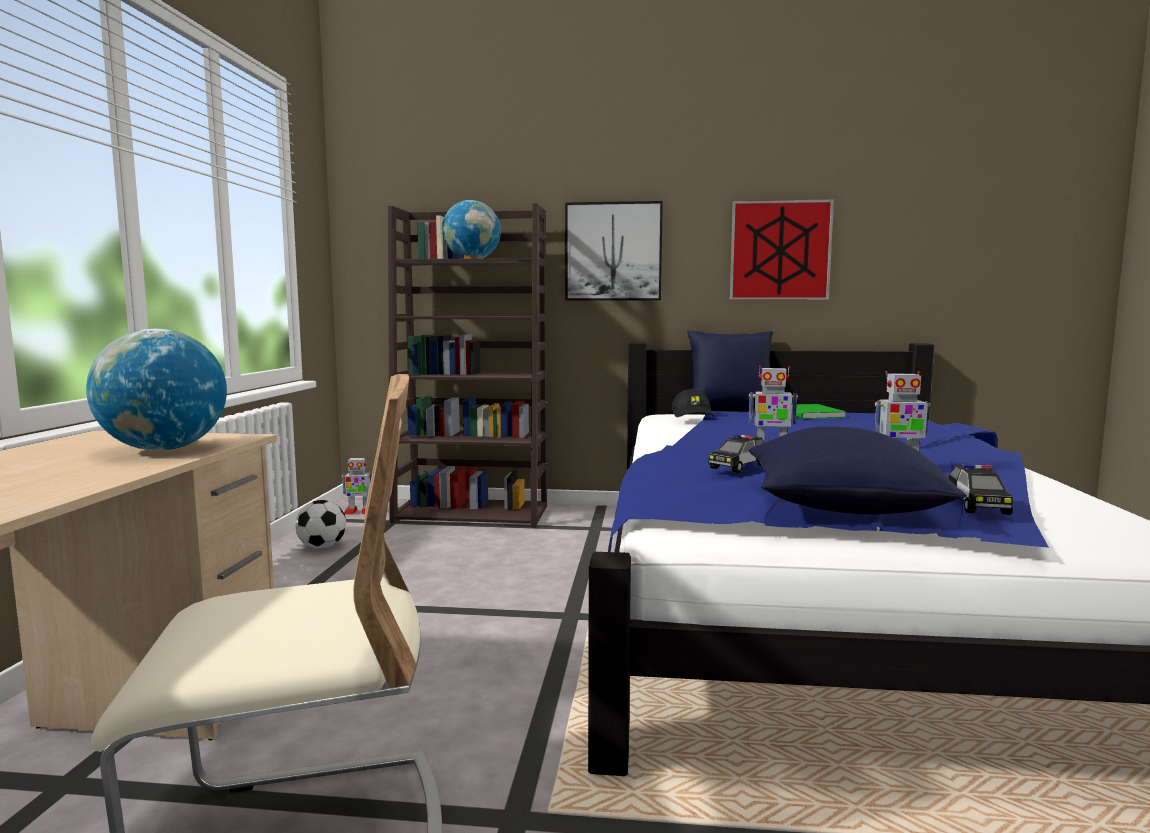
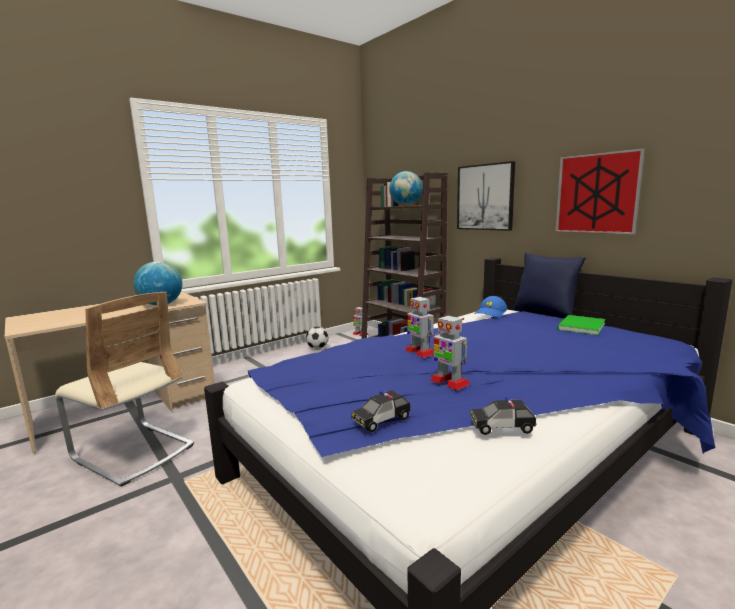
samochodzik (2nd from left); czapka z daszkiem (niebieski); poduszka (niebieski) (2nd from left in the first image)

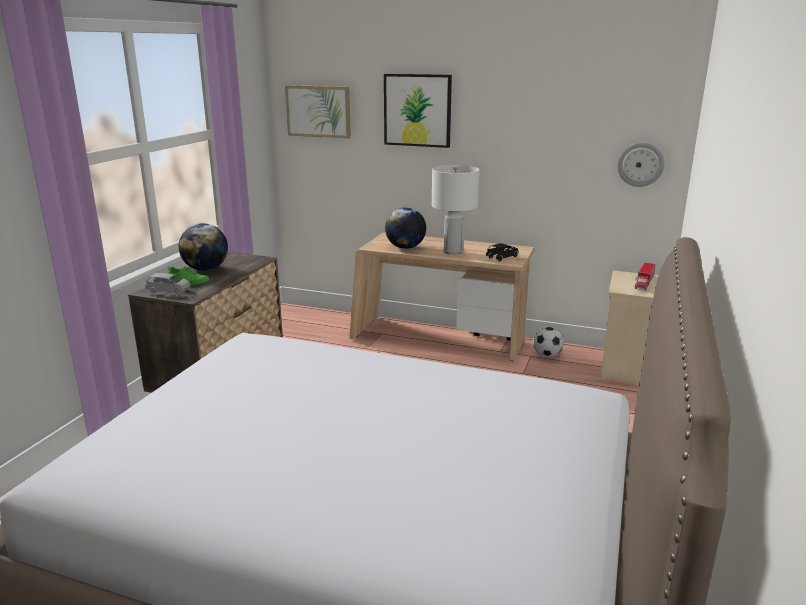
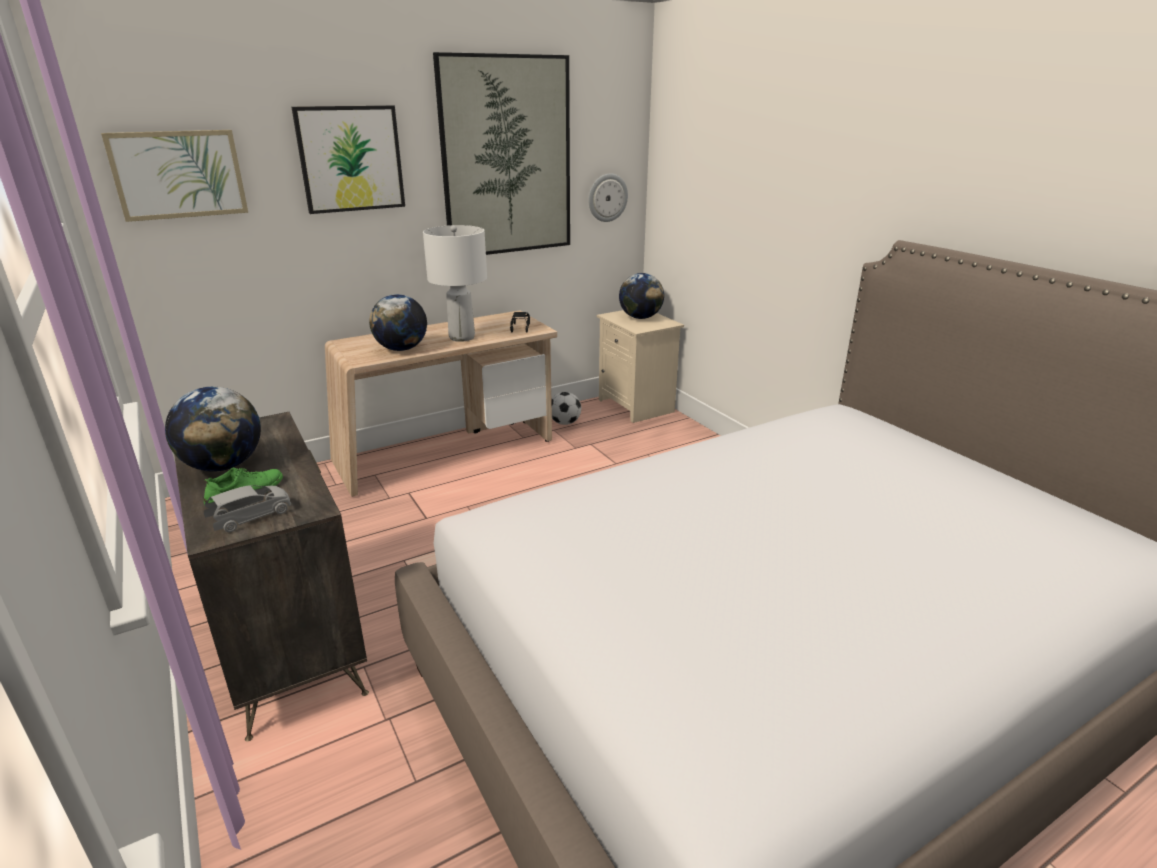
obraz (3rd from left); globus (3rd from left)

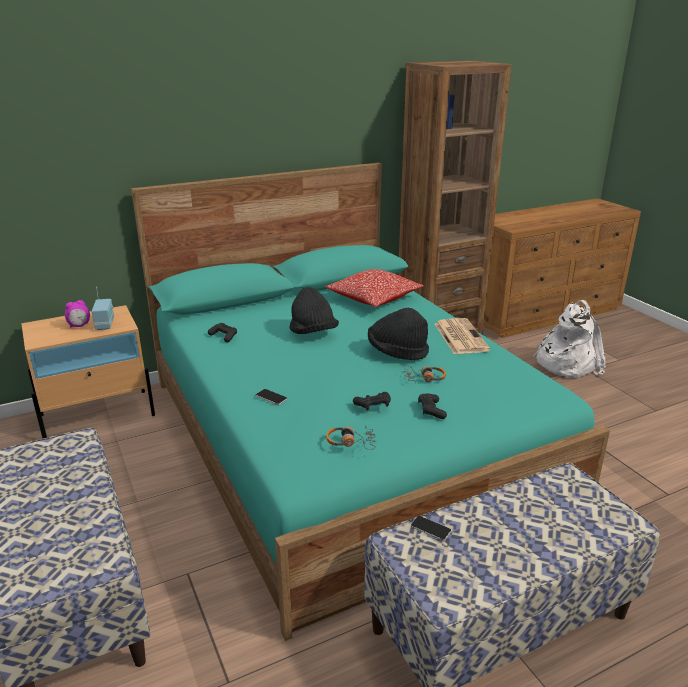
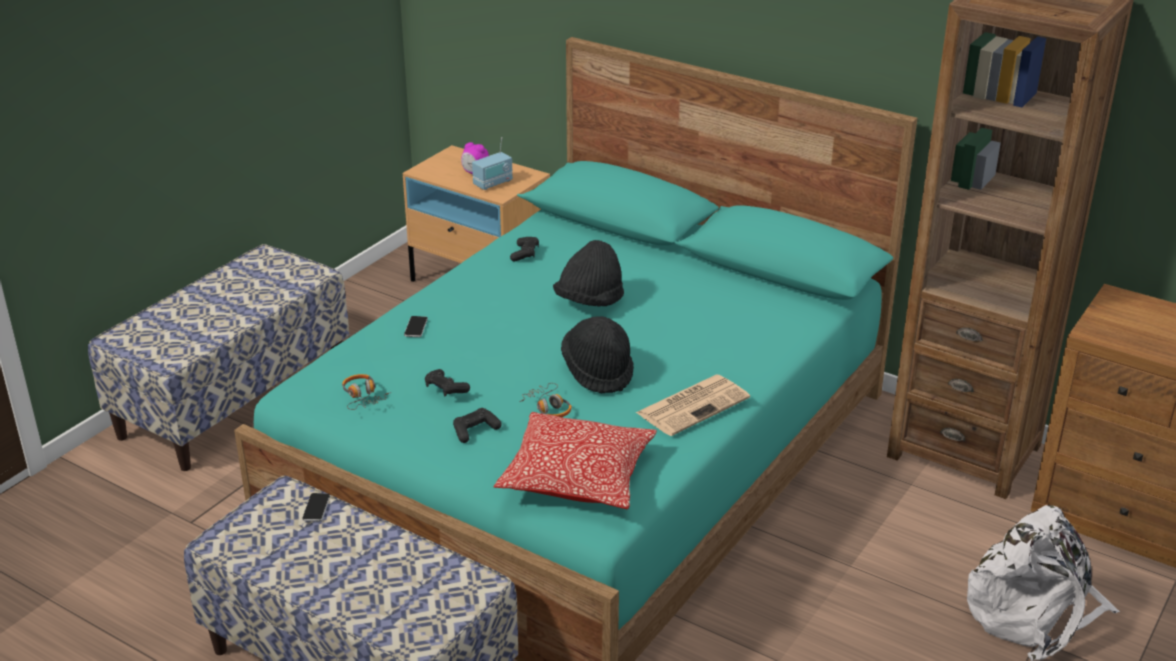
poduszka

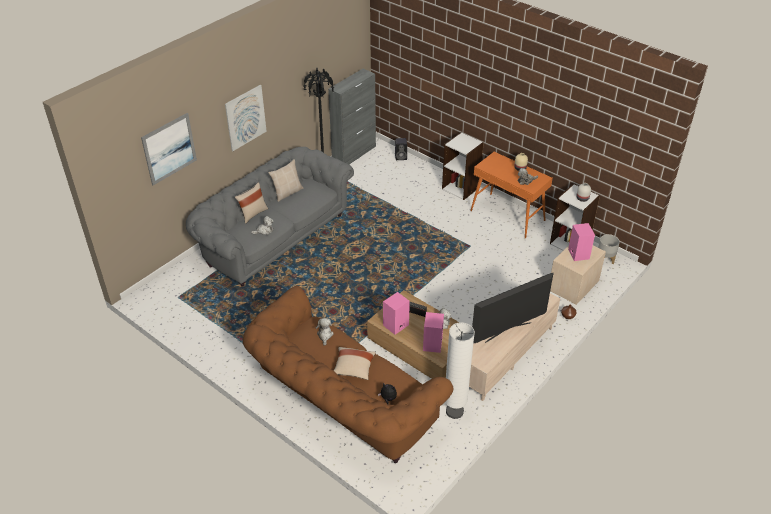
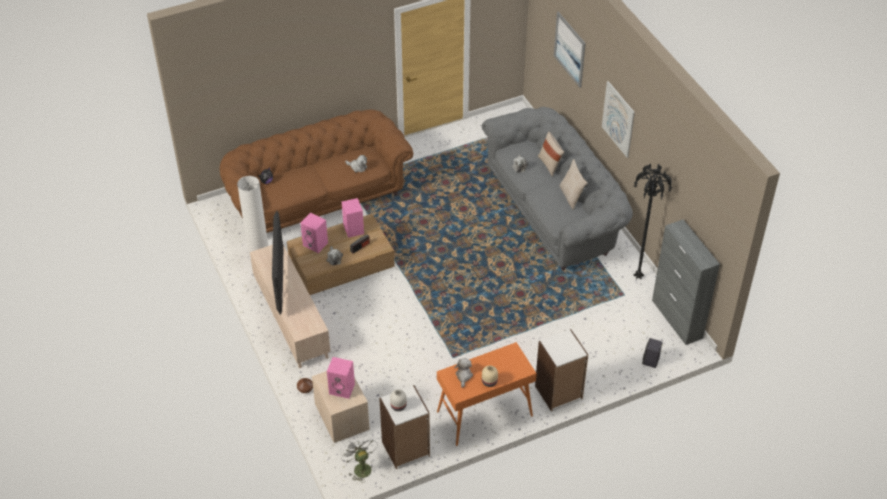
wentylator (biały); poduszka (beżowy) (3rd from left in the first image)

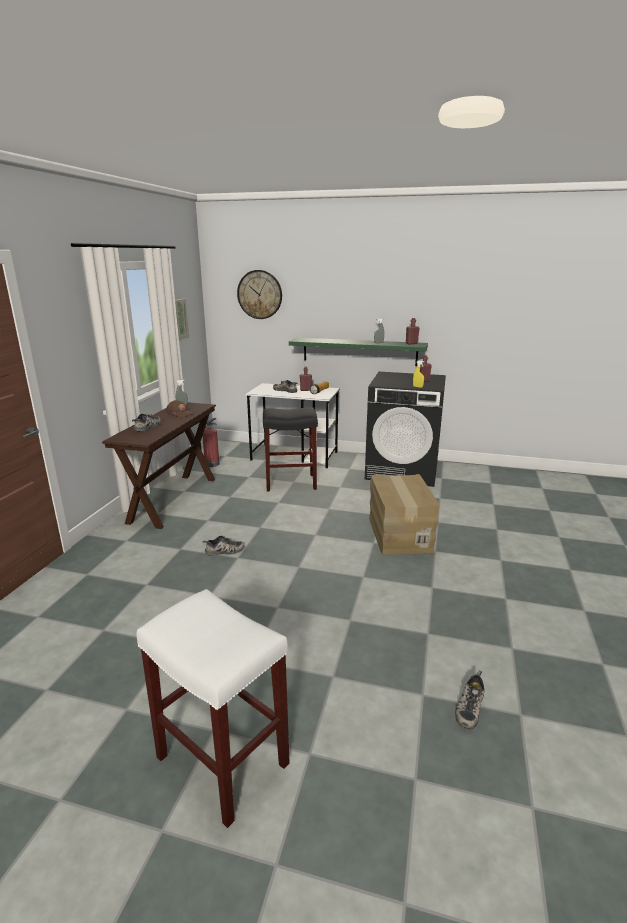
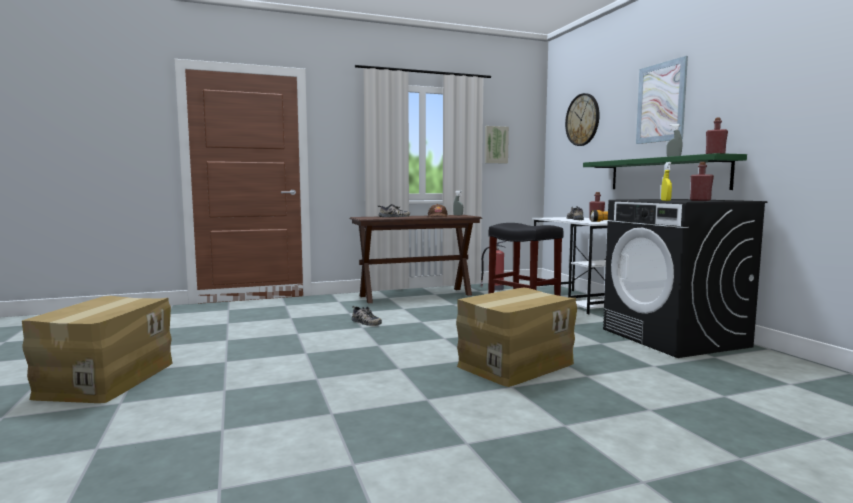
karton (1st from left); obraz (2nd from left); but (4th from left in the first image)

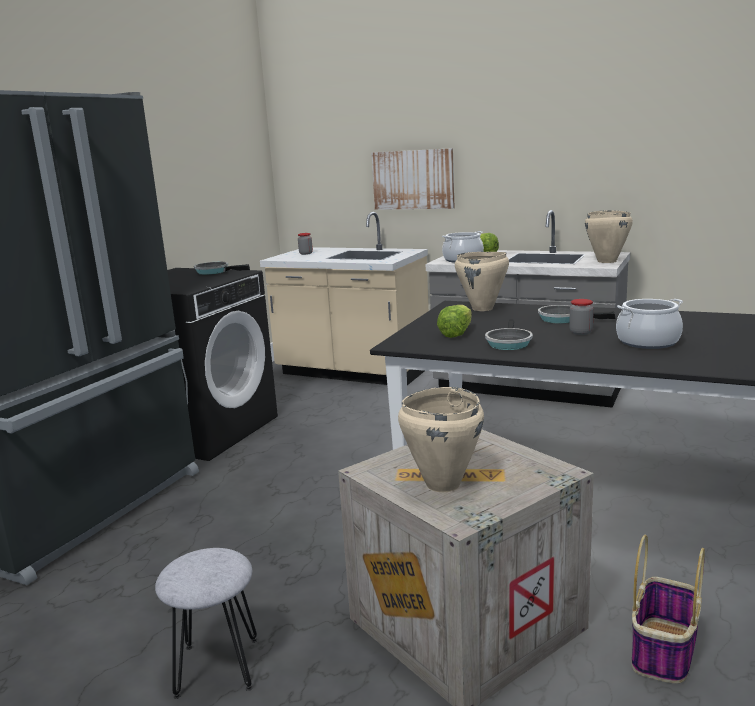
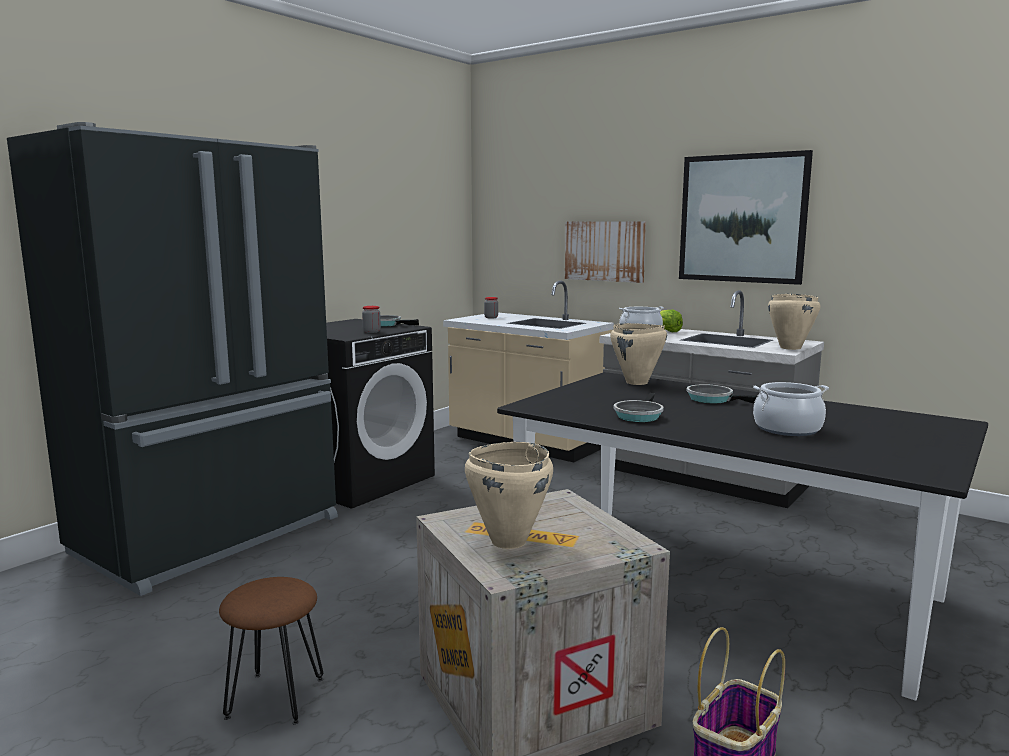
stołek (brązowy); słoik (1st from left); obraz (2nd from left); sałata (1st from left in the first image)

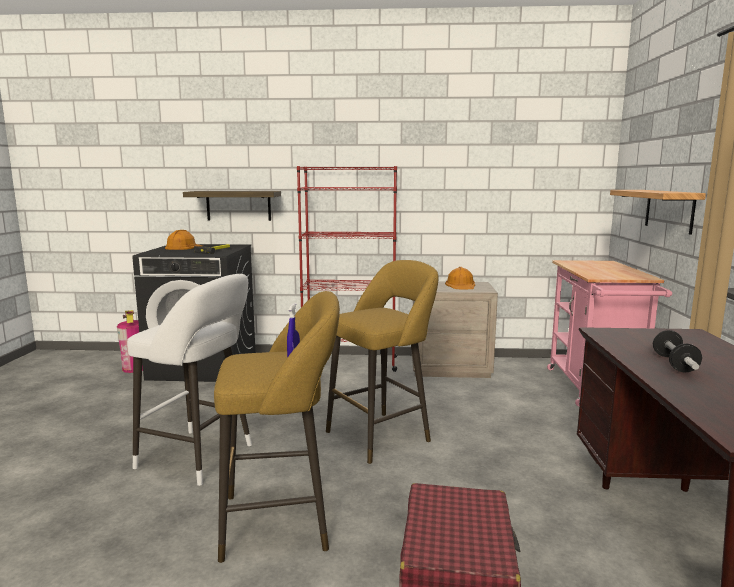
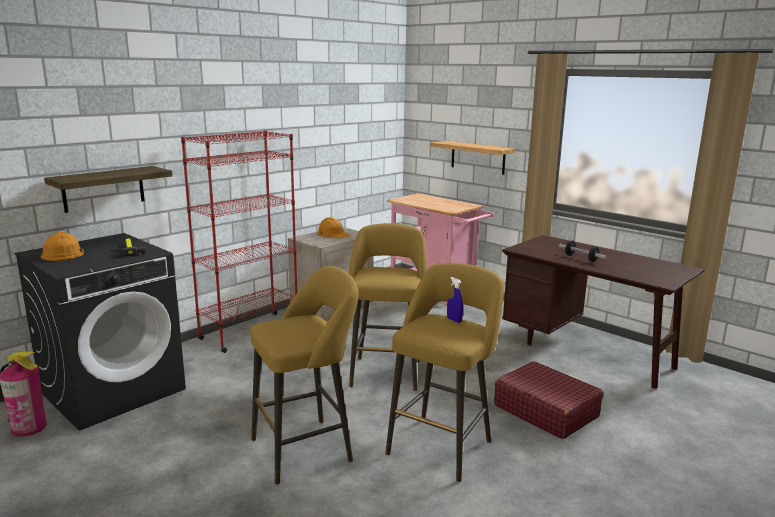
stołek (żółty) (1st from left)

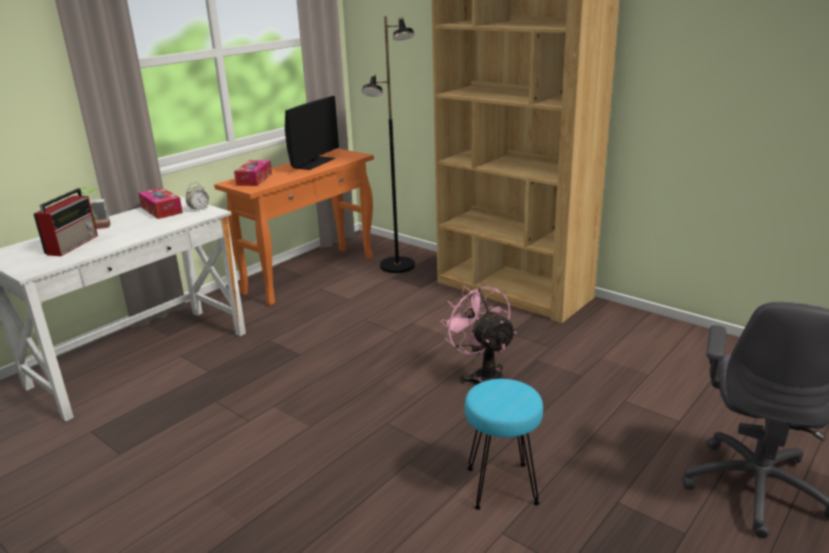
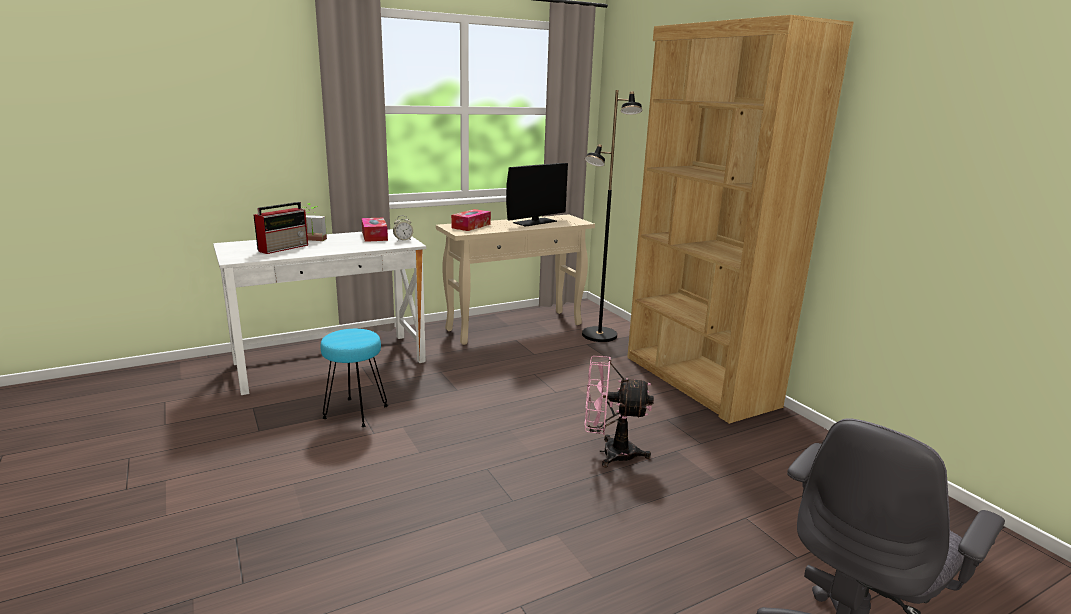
stołek (turkusowy); stolik konsolowy (beżowy); wentylator (różowy)

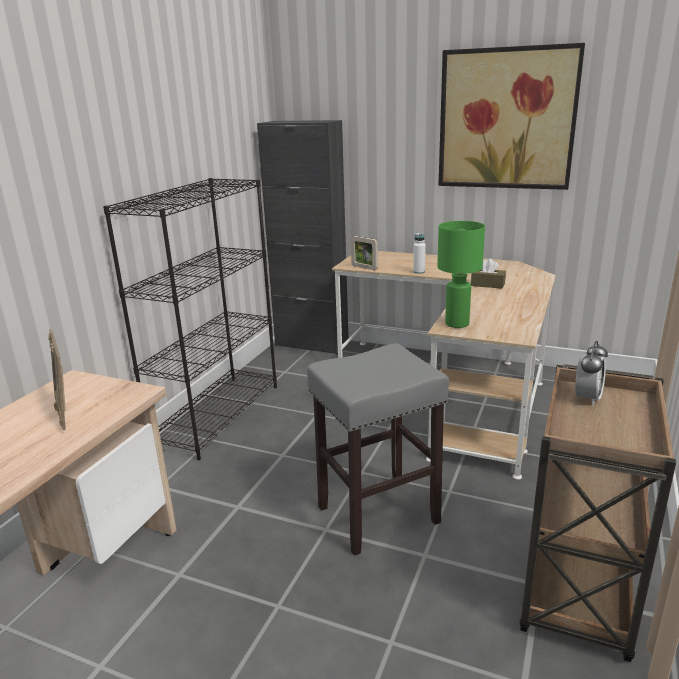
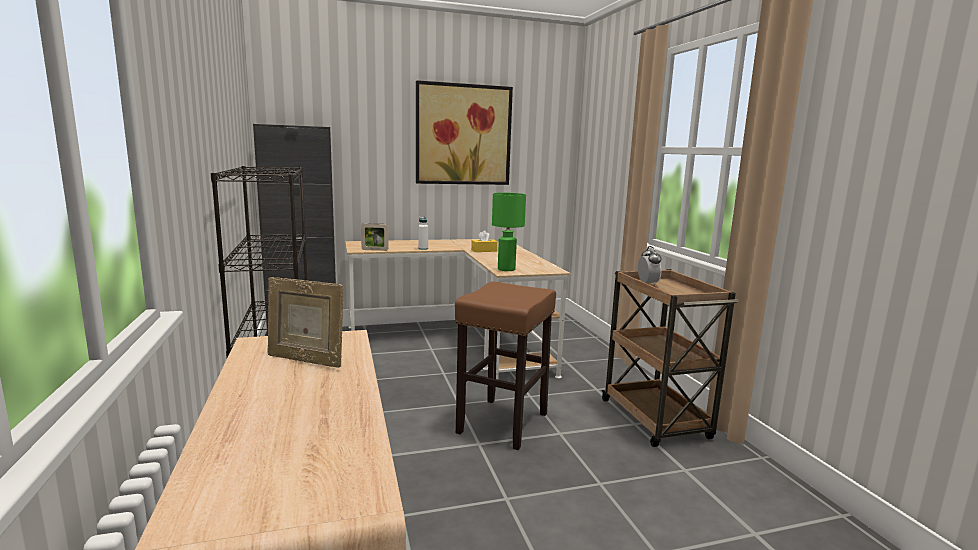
stołek (brązowy); pudełko chusteczek (żółty)

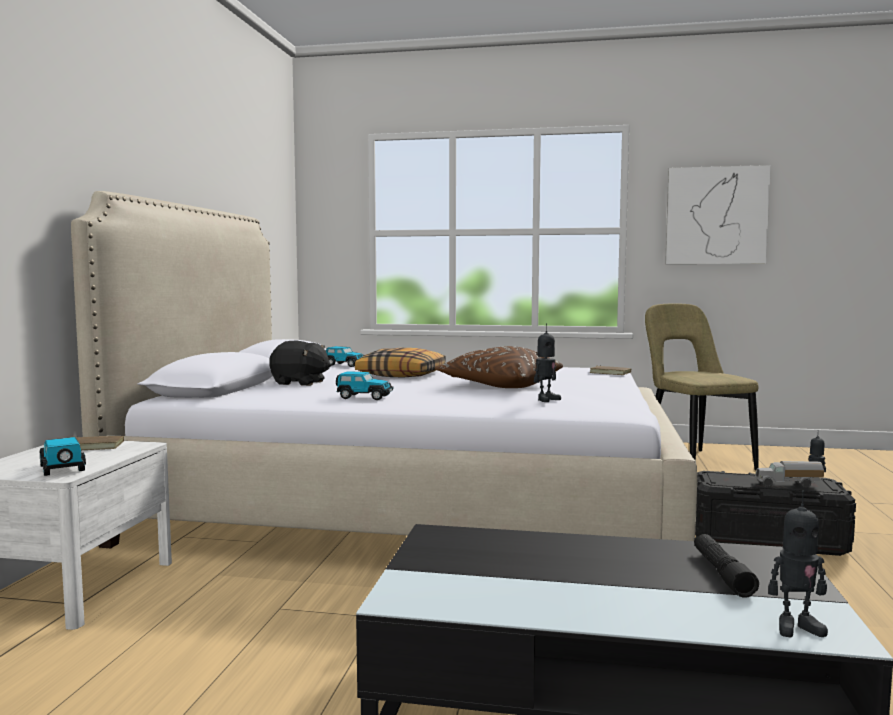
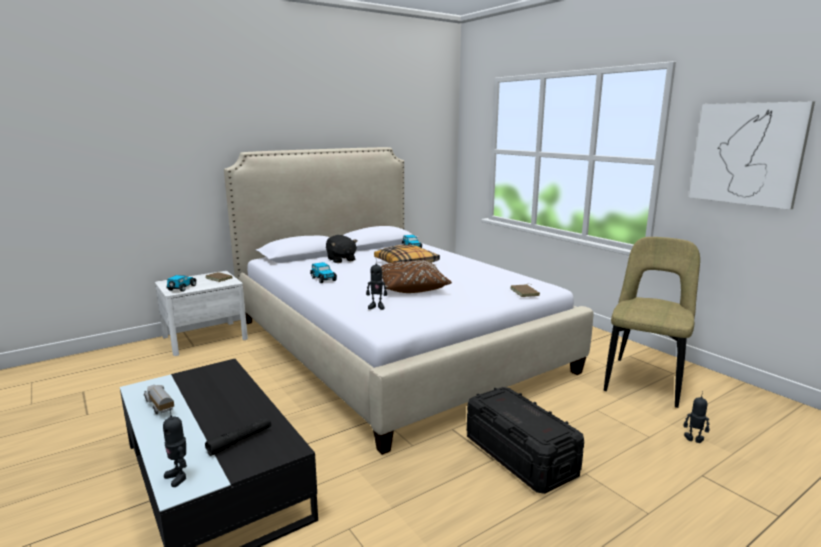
ciężarówka zabawkowa

